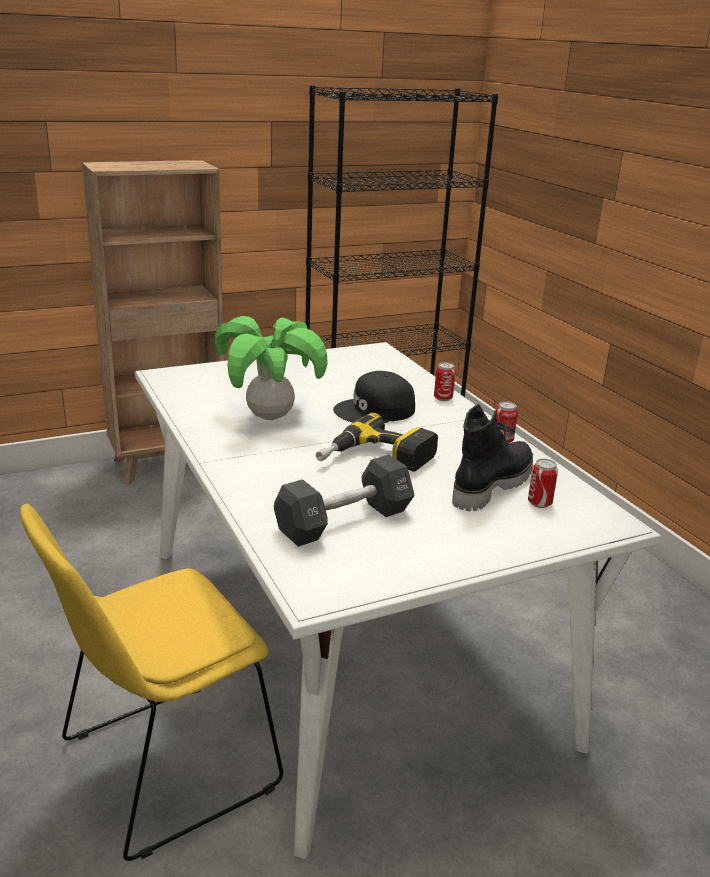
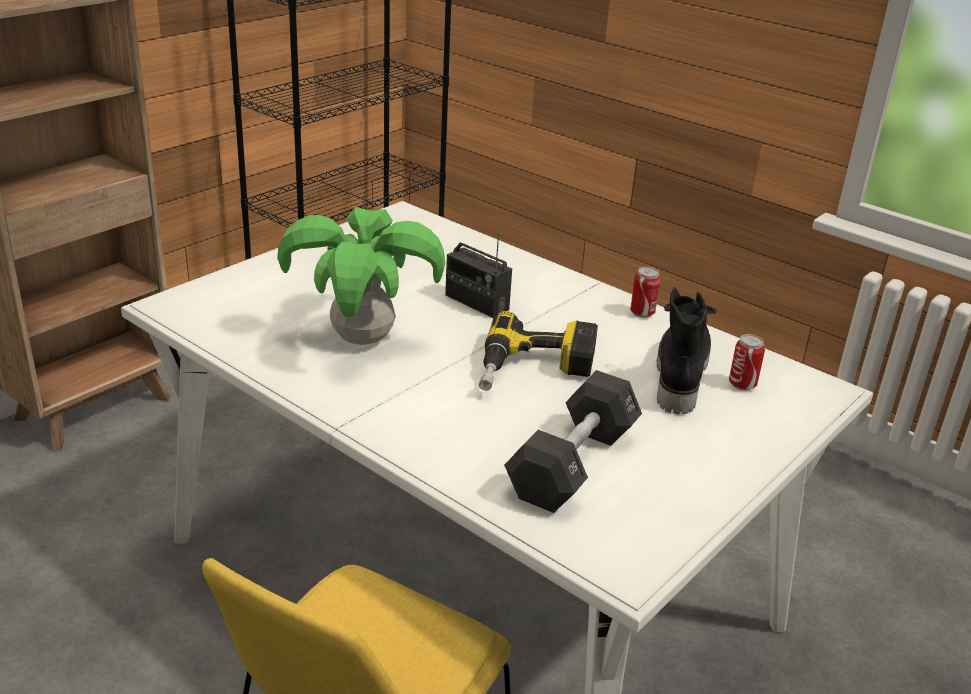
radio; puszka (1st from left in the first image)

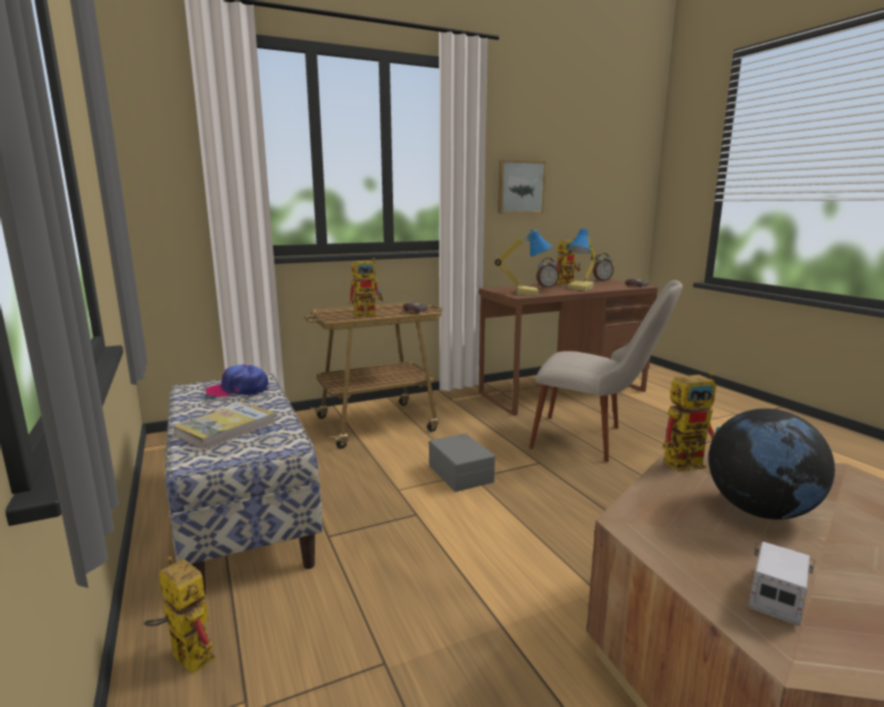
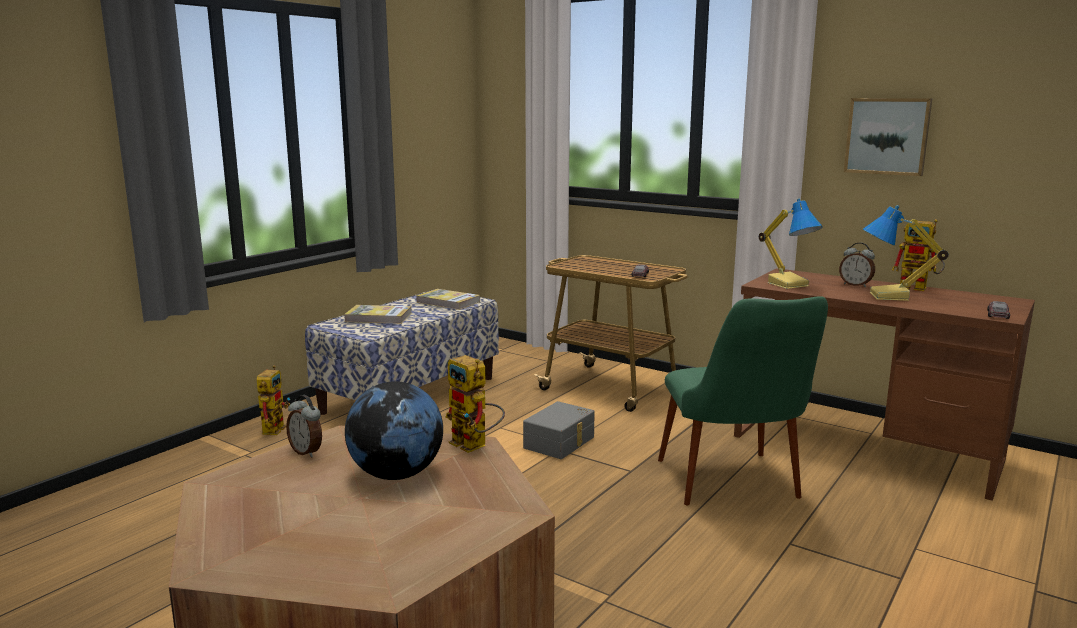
budzik (1st from left); książka (2nd from left); krzesło (zielony); robot zabawkowy (2nd from left in the first image); ciężarówka zabawkowa

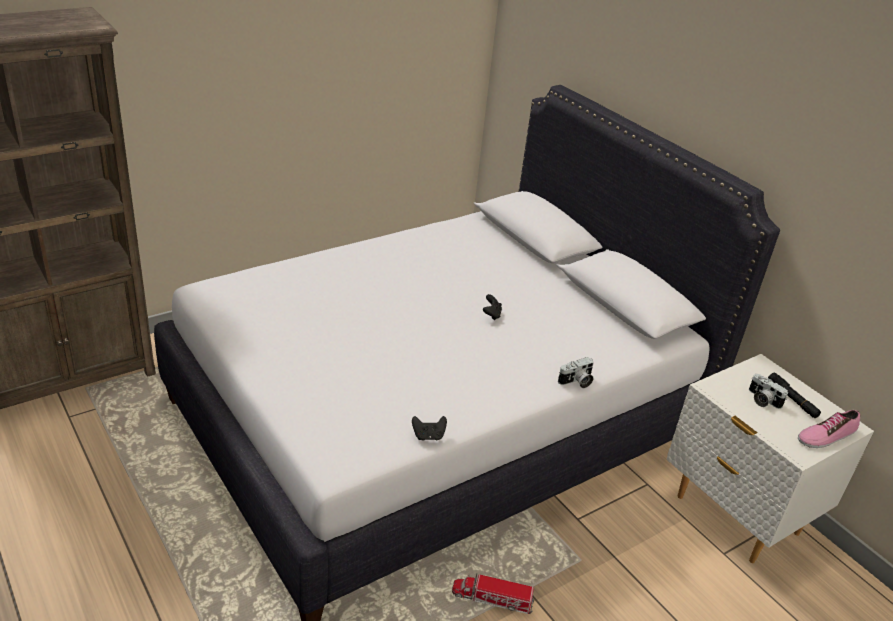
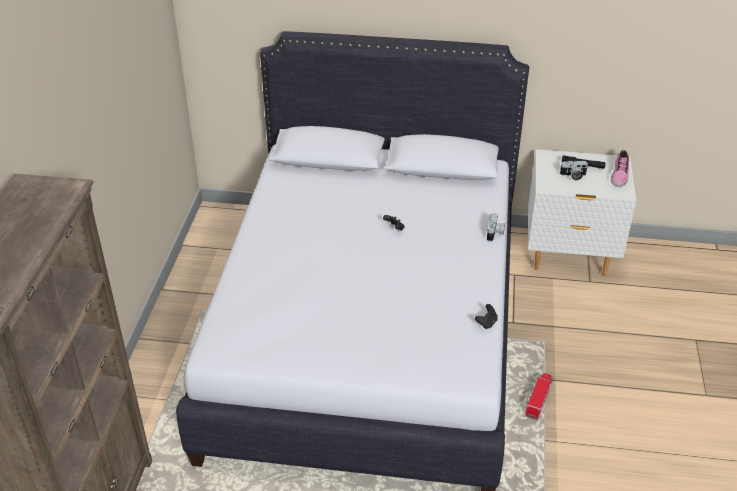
ciężarówka zabawkowa

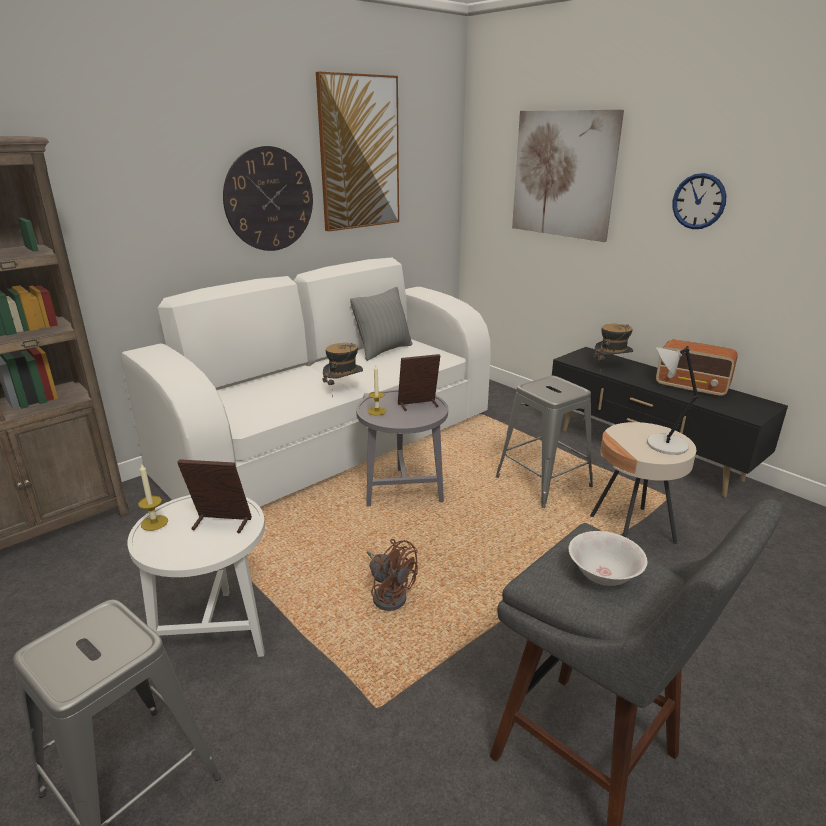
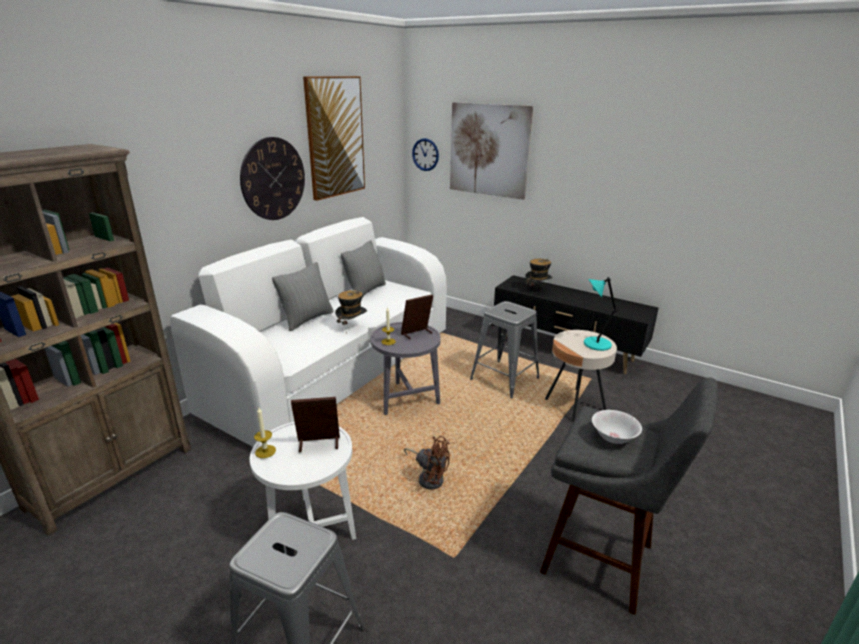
poduszka (szary) (1st from left); zegar ścienny (2nd from left); lampa stołowa (turkusowy); radio

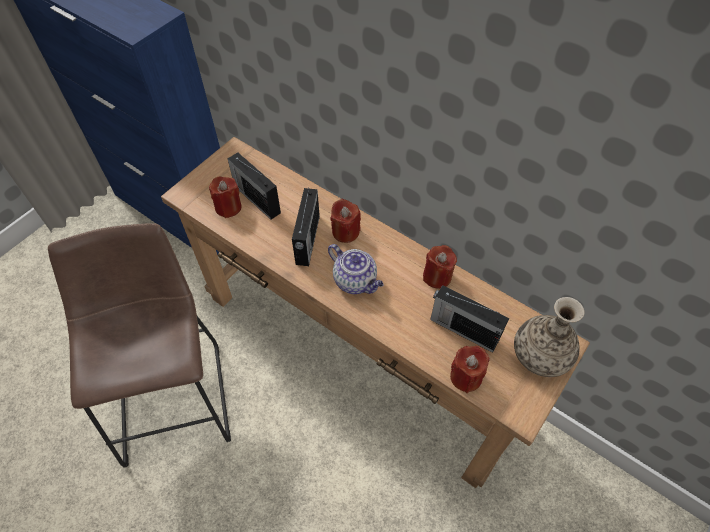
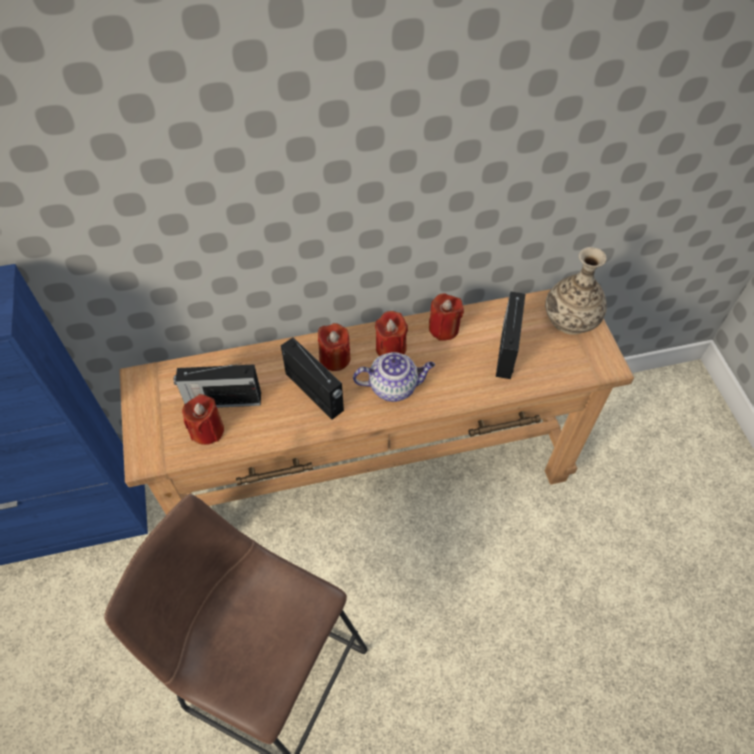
świeca (czerwony) (3rd from left); radio (3rd from left)

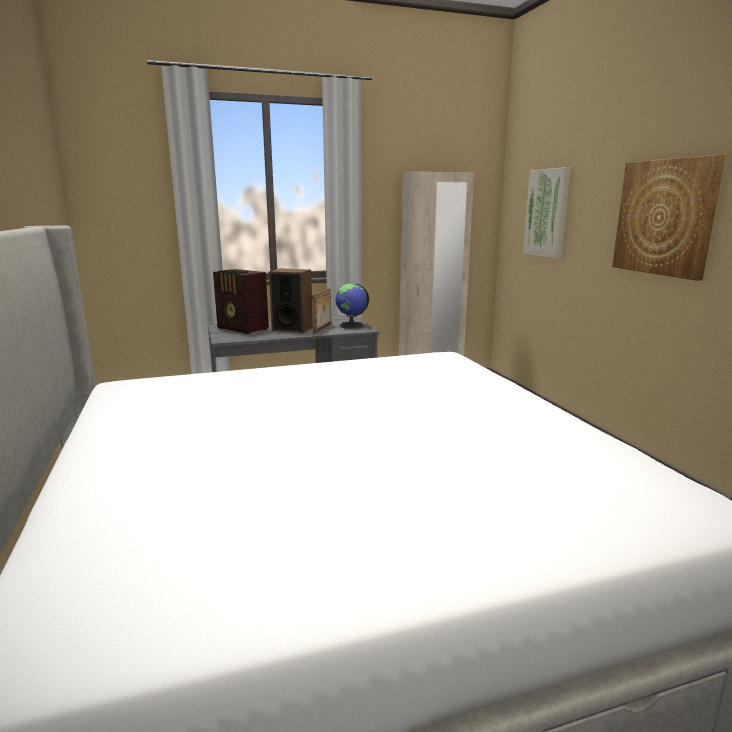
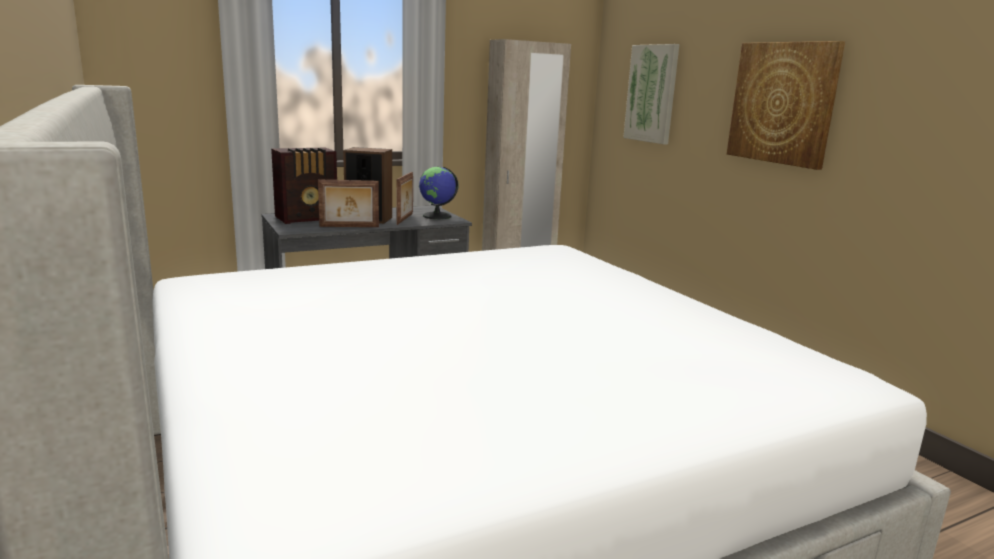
radio; ramka na zdjęcie (1st from left)

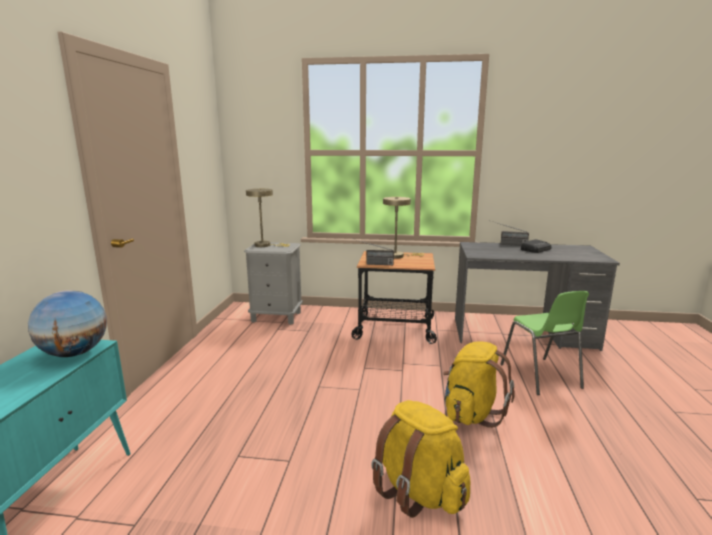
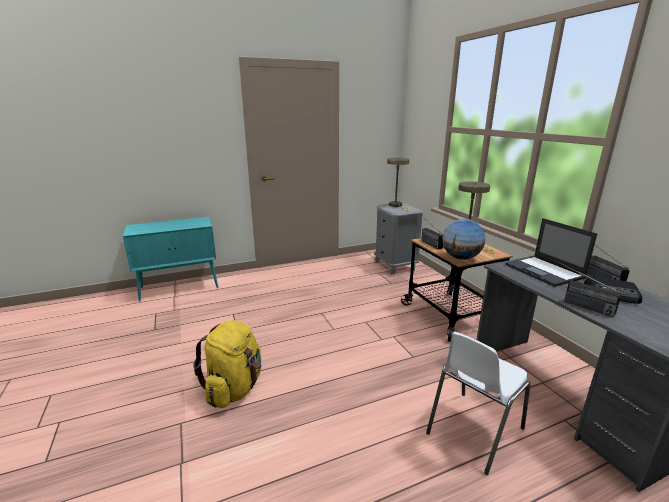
krzesło (biały); globus; laptop; radio (2nd from left); plecak (żółty) (2nd from left in the first image)

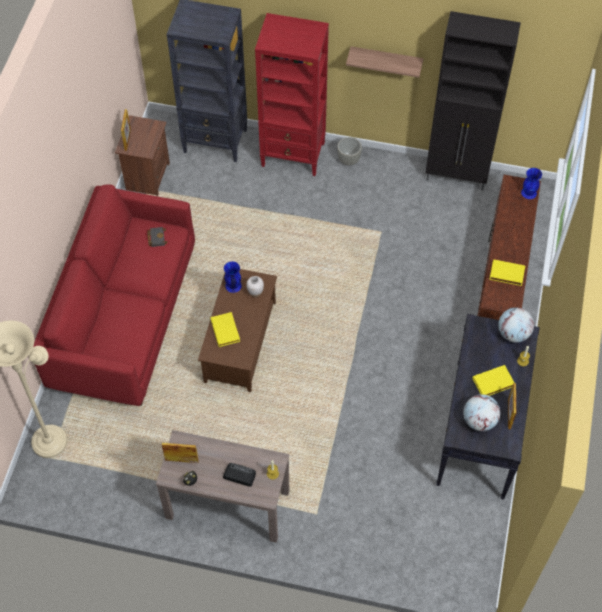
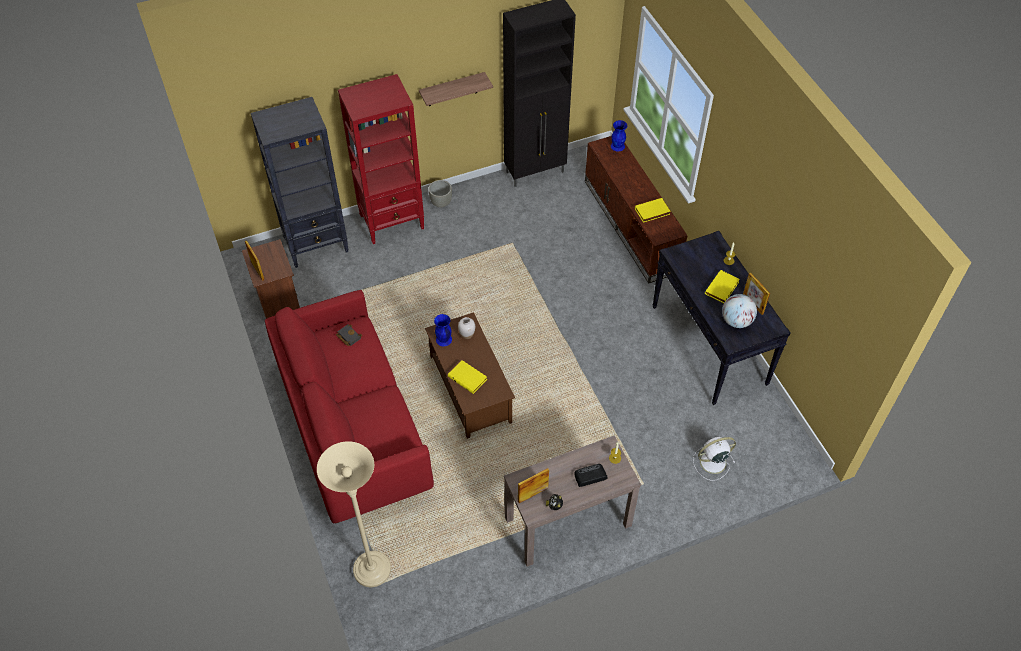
wentylator (biały); globus (2nd from left in the first image)

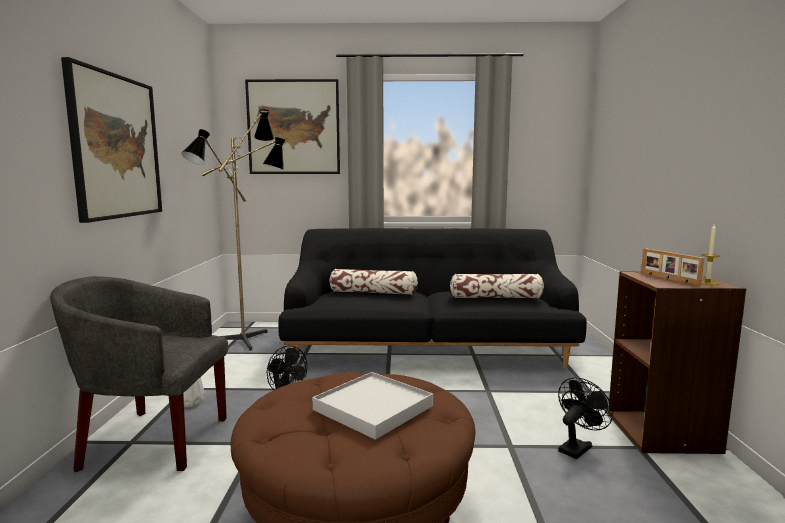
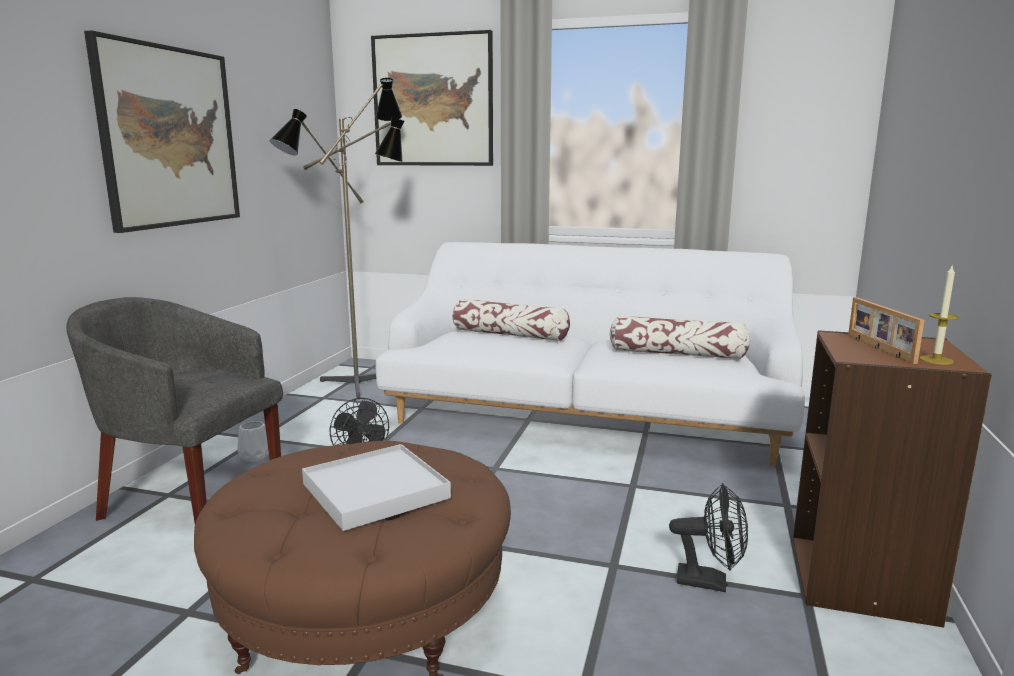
kanapa (biały); wentylator (czarny) (2nd from left)

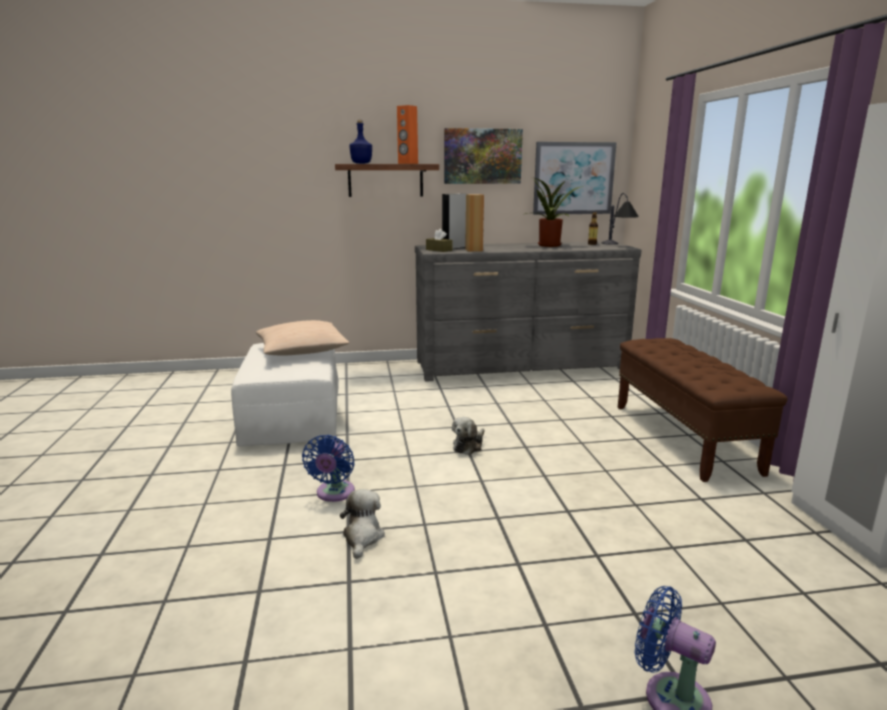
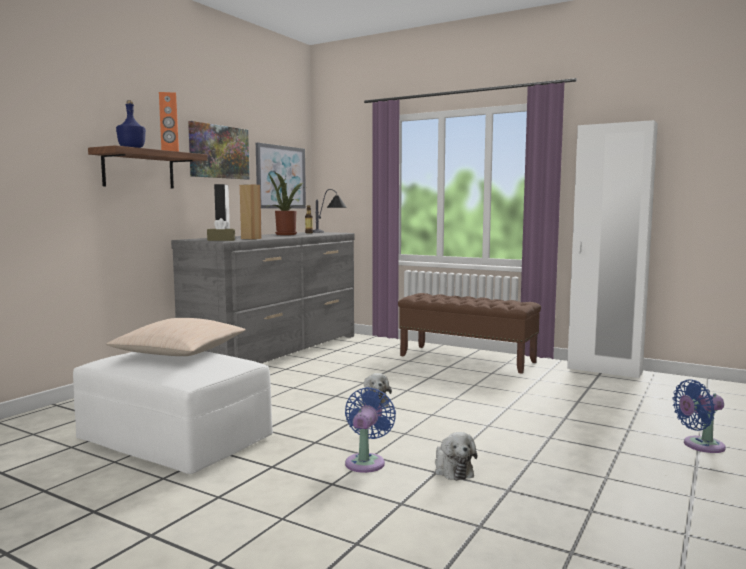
wentylator (niebieski) (1st from left); pluszak (2nd from left)

